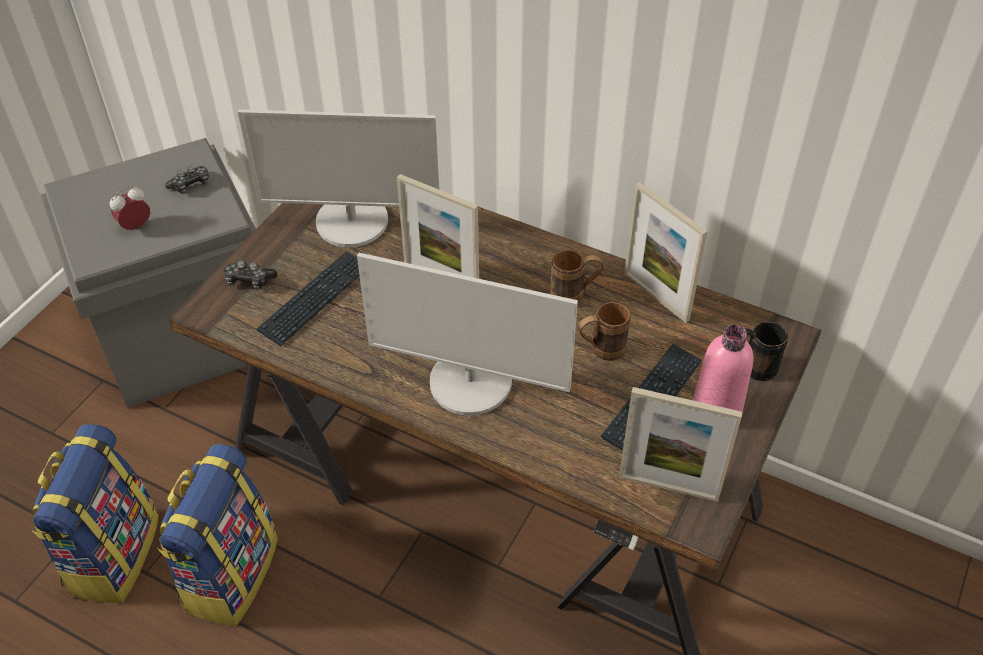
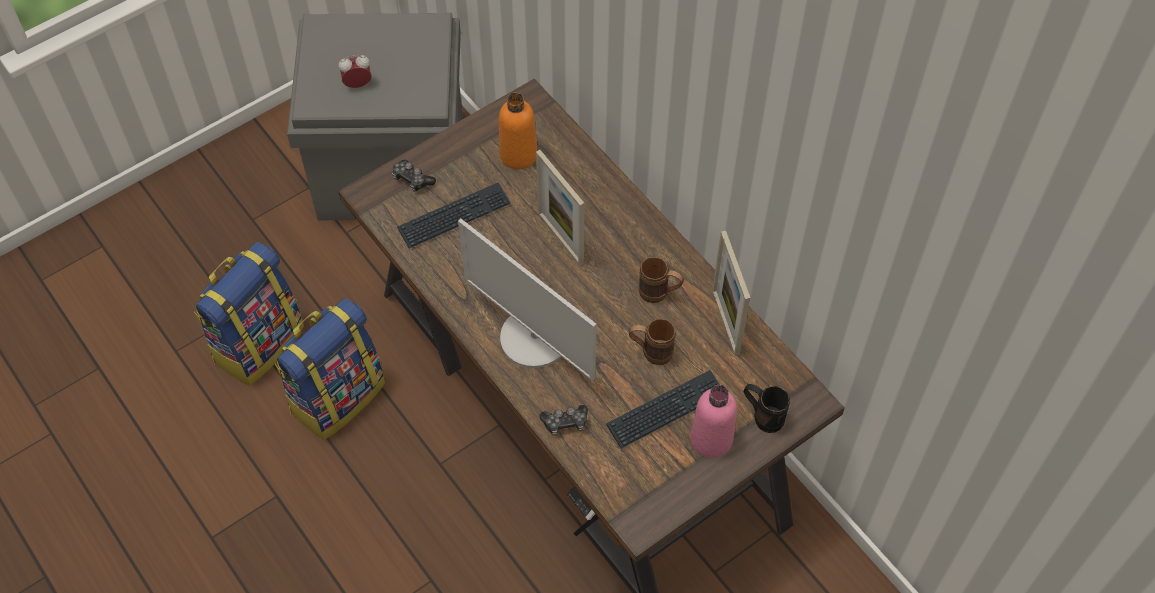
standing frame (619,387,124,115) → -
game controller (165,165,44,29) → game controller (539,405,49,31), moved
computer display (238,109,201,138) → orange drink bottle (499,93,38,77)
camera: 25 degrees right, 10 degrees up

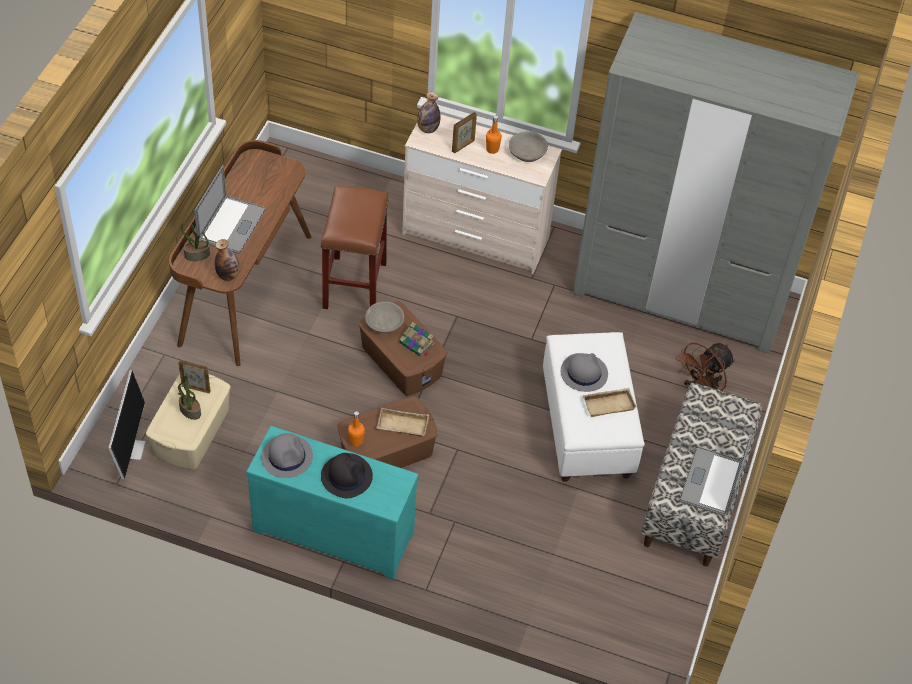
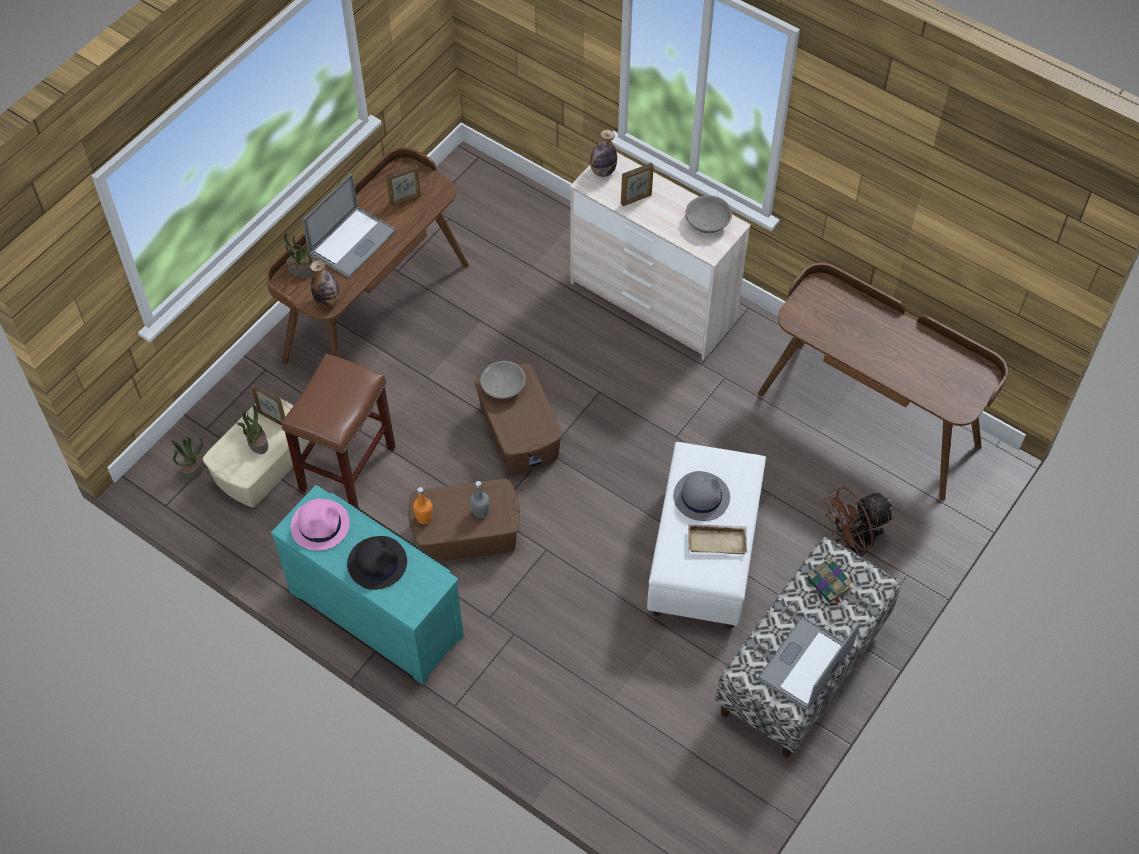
orange drink bottle (486,115,16,39) → -
- → standing frame (386,165,35,41)
brown-coloured stool (321,186,68,123) → brown-coloured stool (281,354,115,154), moved
bound book (399,322,36,34) → bound book (808,557,44,48), moved
computer display (108,370,38,109) → potted plant (171,437,34,44)
beige serving tray (377,408,52,29) → grey drink bottle (470,481,19,37)
grey clothes cupboard (572,12,288,341) → brown-coloured desk table (758,263,250,238)
grey hat (261,433,52,45) → pink hat (291,499,59,52)
camera: 20 degrees right, 5 degrees up

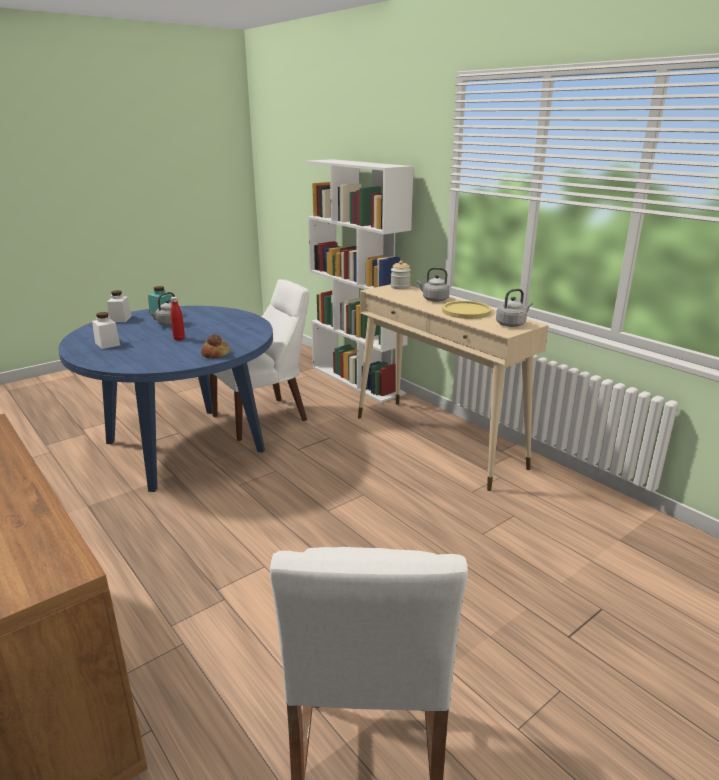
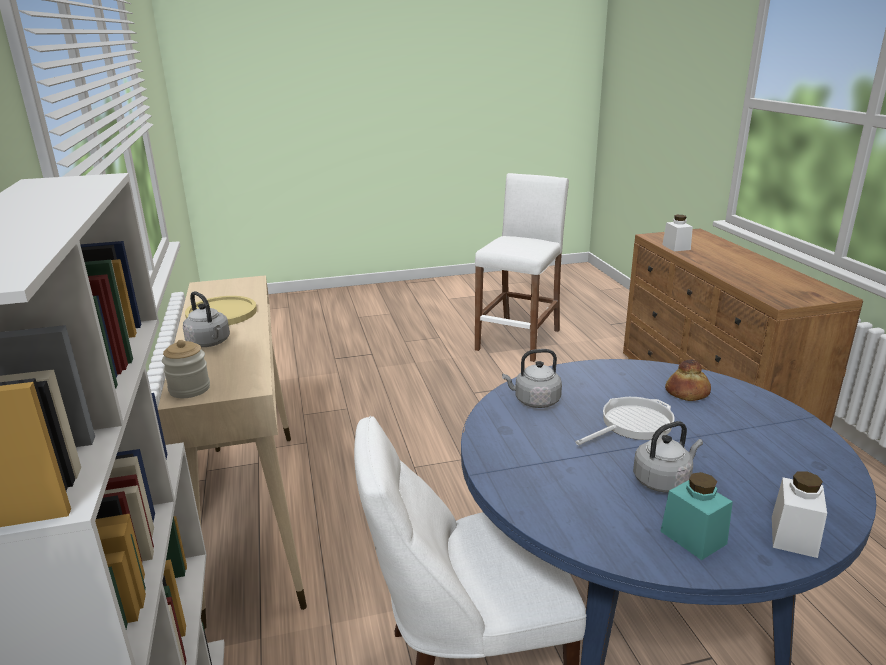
white storage jar (92,312,28,37) → white storage jar (662,215,31,36), moved
bakery bread (201,334,30,24) → bakery bread (665,359,46,42), moved
grey tea kettle (496,289,37,38) → grey tea kettle (502,349,60,59), moved
red-coloured drink bottle (170,297,15,44) → skillet (575,397,100,48)
camera: 155 degrees left, 0 degrees up

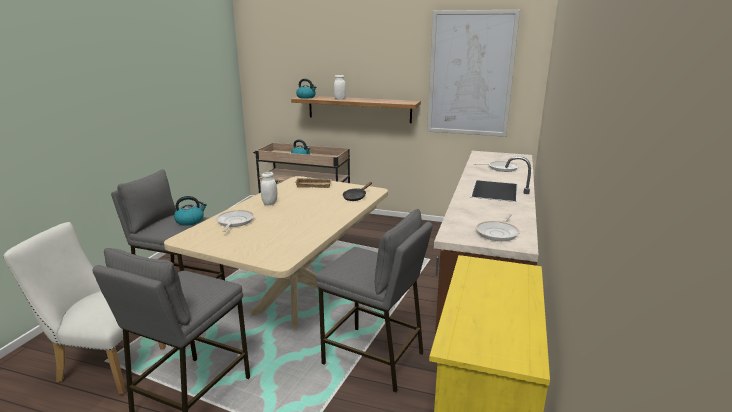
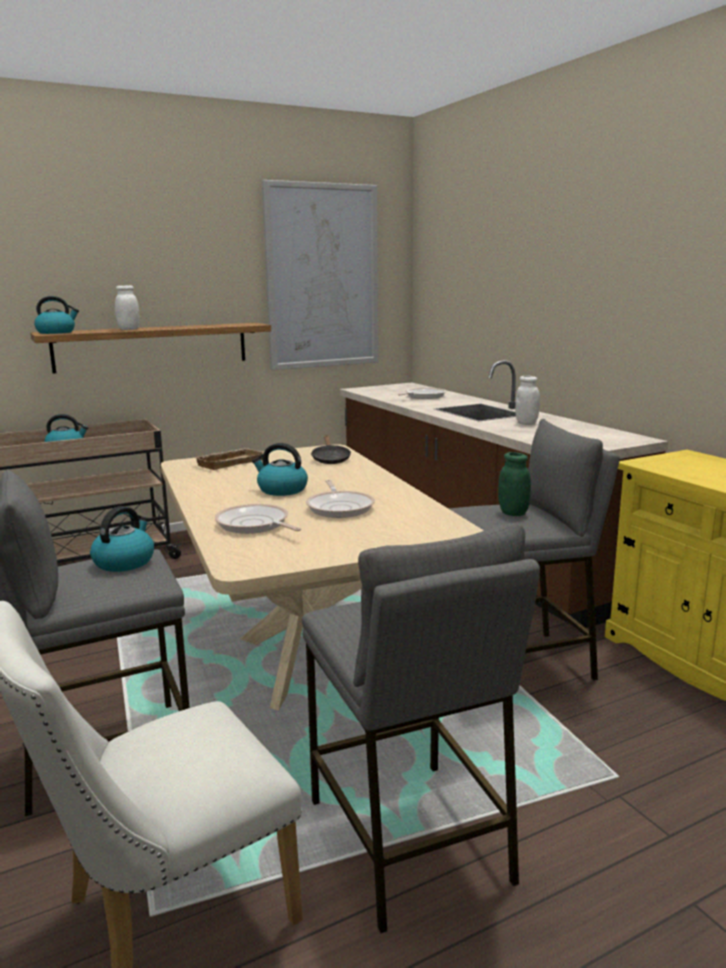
- → tea kettle (252,443,56,53)
- → green storage jar (498,452,33,64)
white storage jar (261,172,16,34) → white storage jar (515,376,25,49), moved
skillet (476,214,44,27) → skillet (306,480,69,38), moved
camera: 45 degrees left, 5 degrees down

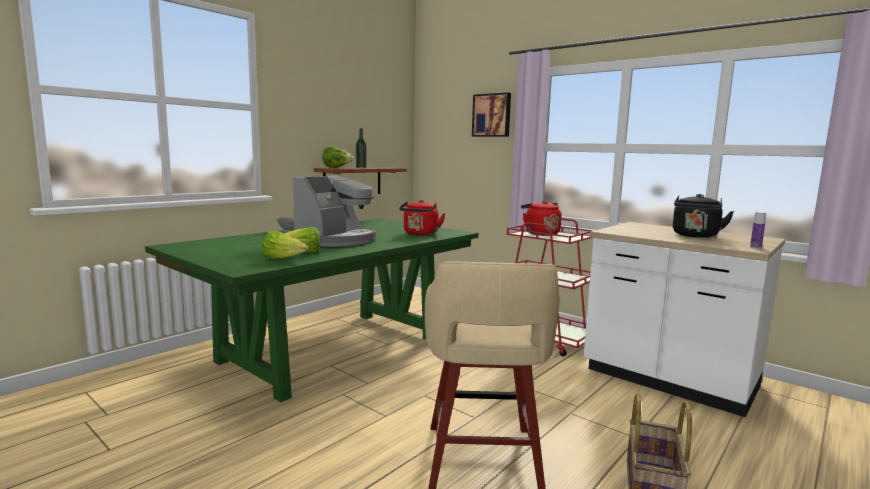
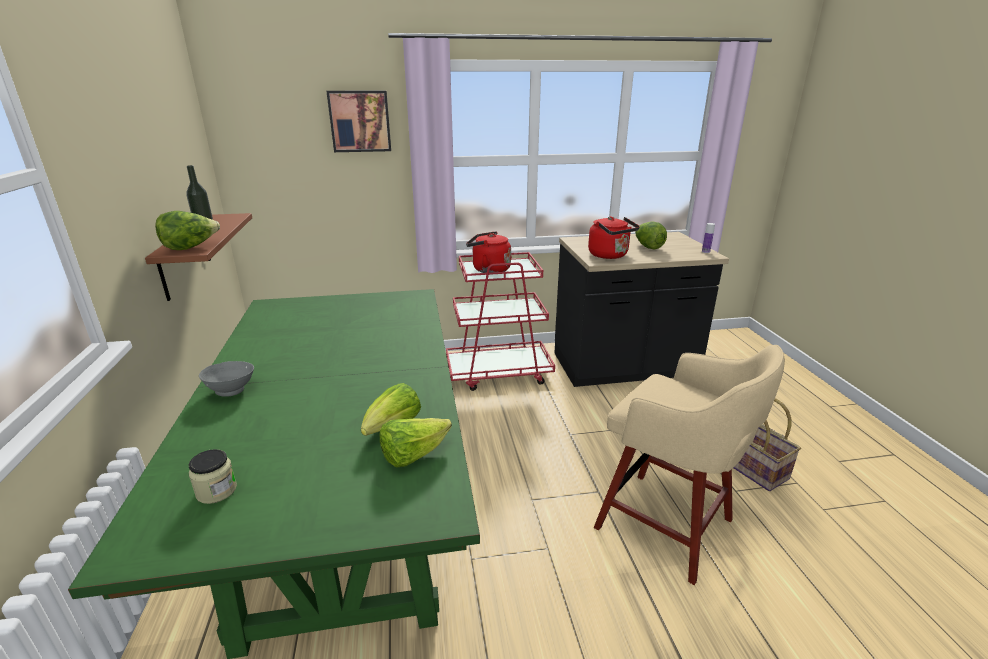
coffee machine (293,175,83,71) → -
- → storage jar (189,449,48,55)
red-coloured tea kettle (399,200,46,35) → red-coloured tea kettle (588,216,52,43), moved
black-coloured tea kettle (673,194,61,44) → head of lettuce (635,222,32,27)
white kitchen base unit (584,222,201,195) → black-coloured kitchen base unit (555,232,174,155)
camera: 50 degrees left, 15 degrees up

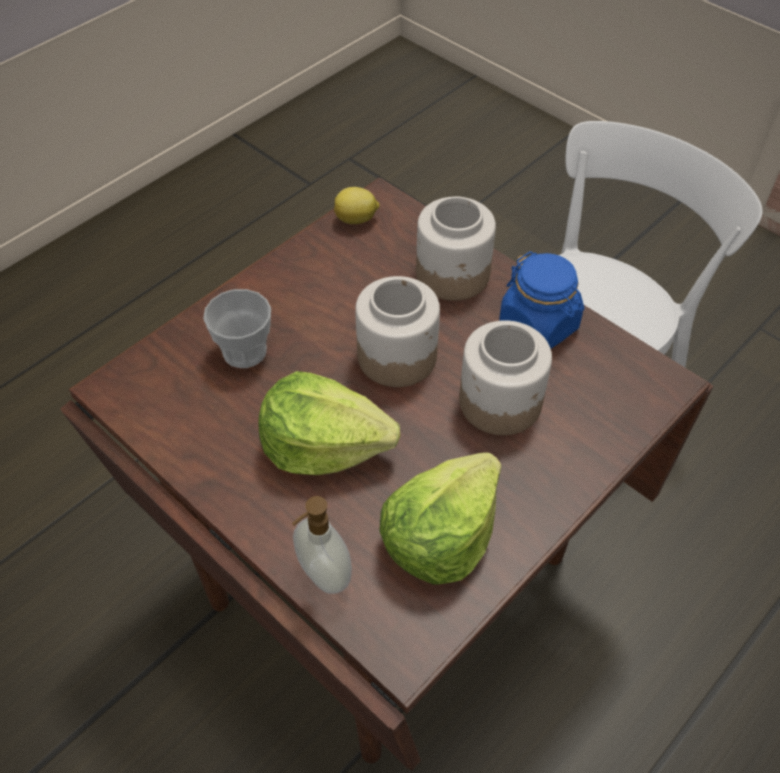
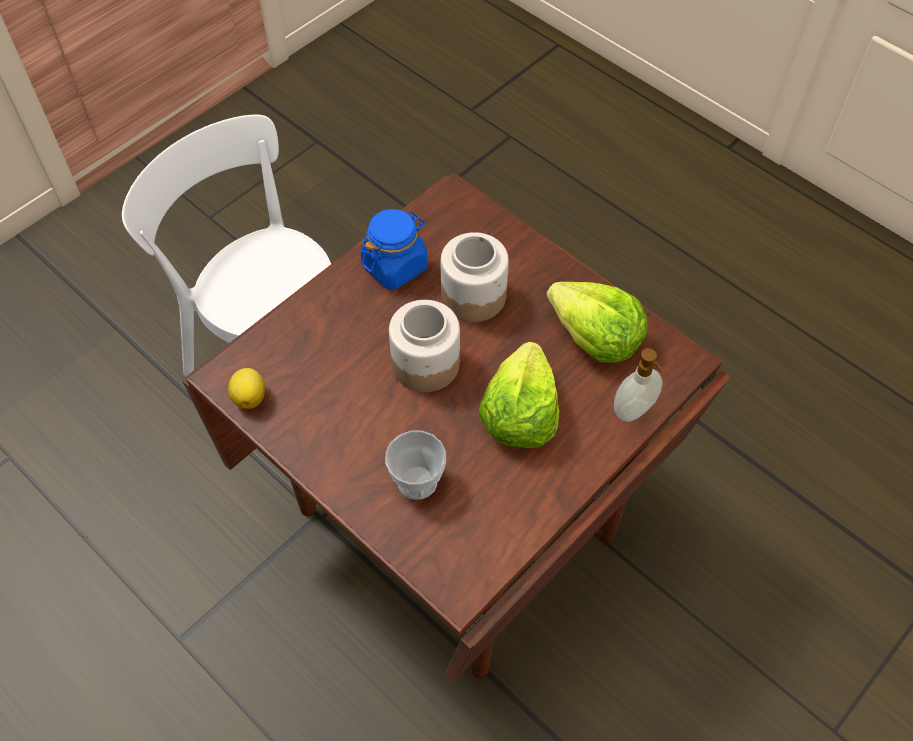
storage jar (416,196,80,105) → -
camera: 90 degrees left, 5 degrees up

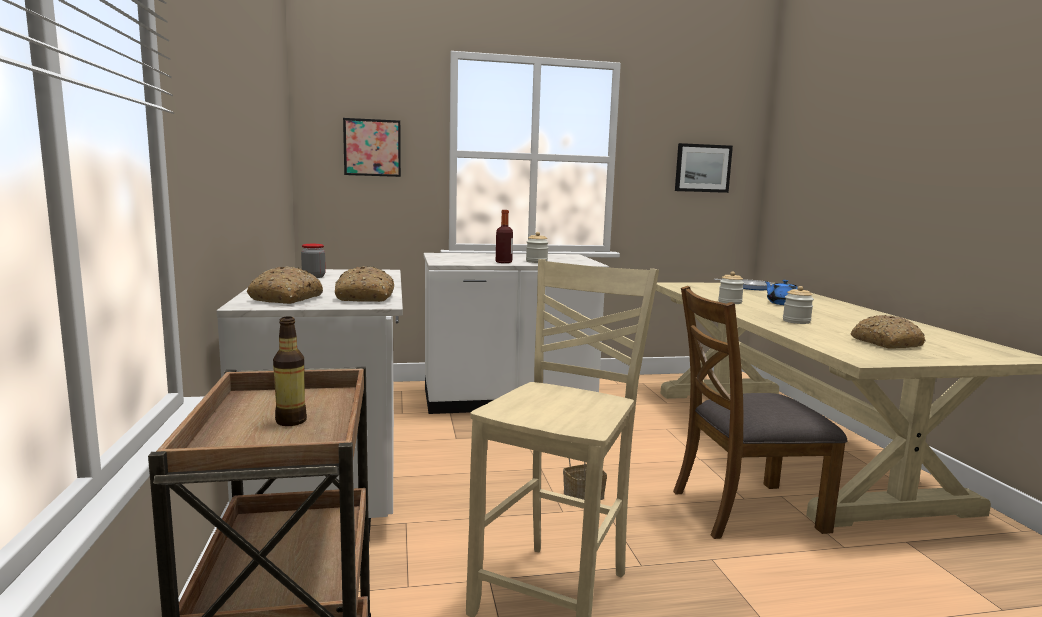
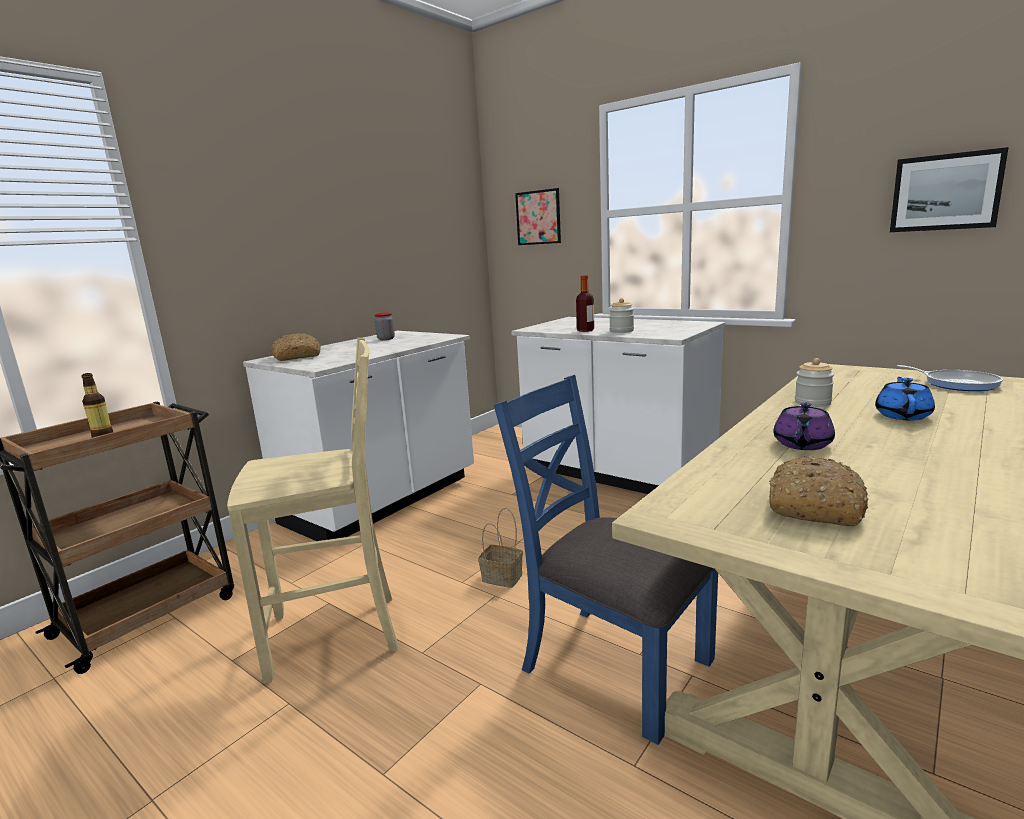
bakery bread (335,266,59,36) → -
storage jar (783,286,31,38) → purple-coloured pot for tea (773,402,62,48)
brown-coloured upright chair (673,286,174,253) → blue upright chair (494,375,224,370)
camera: 50 degrees right, 5 degrees up

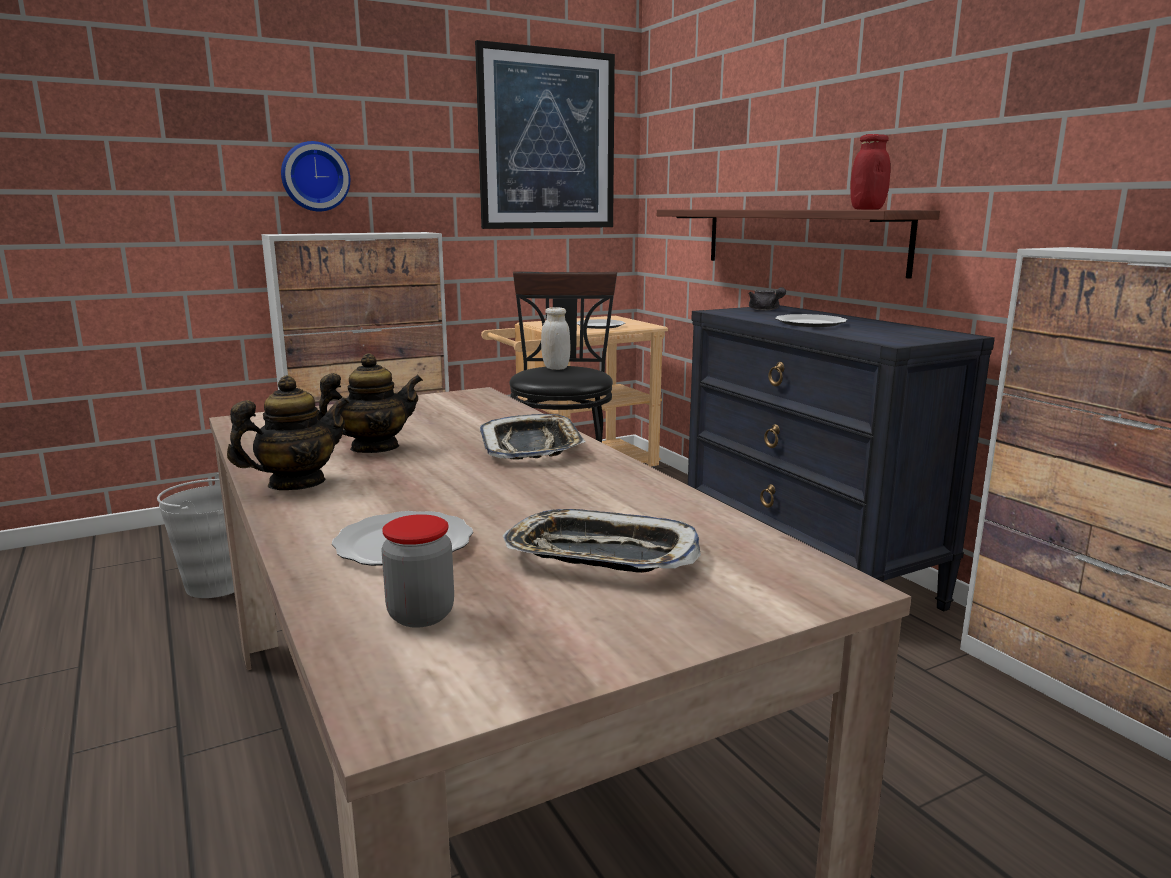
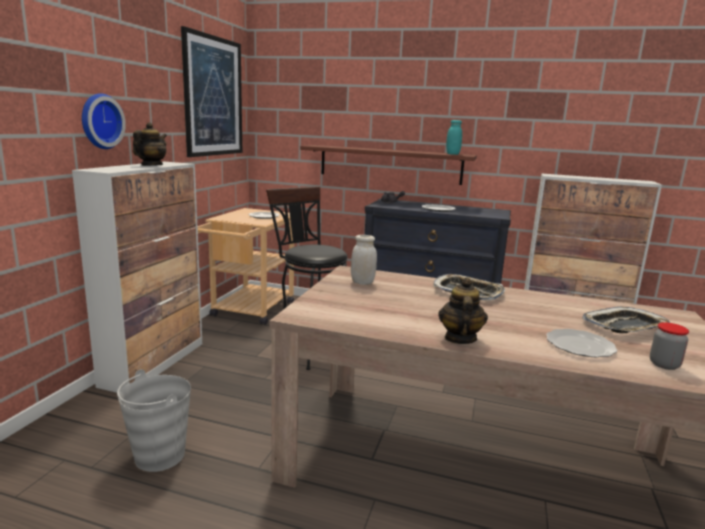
pot for tea (317,353,106,100) → pot for tea (133,123,34,43), moved
white storage jar (541,307,29,63) → white storage jar (351,235,26,50), moved
red-coloured storage jar (850,134,40,76) → turquoise-coloured storage jar (446,120,16,35)
camera: 45 degrees left, 0 degrees up

